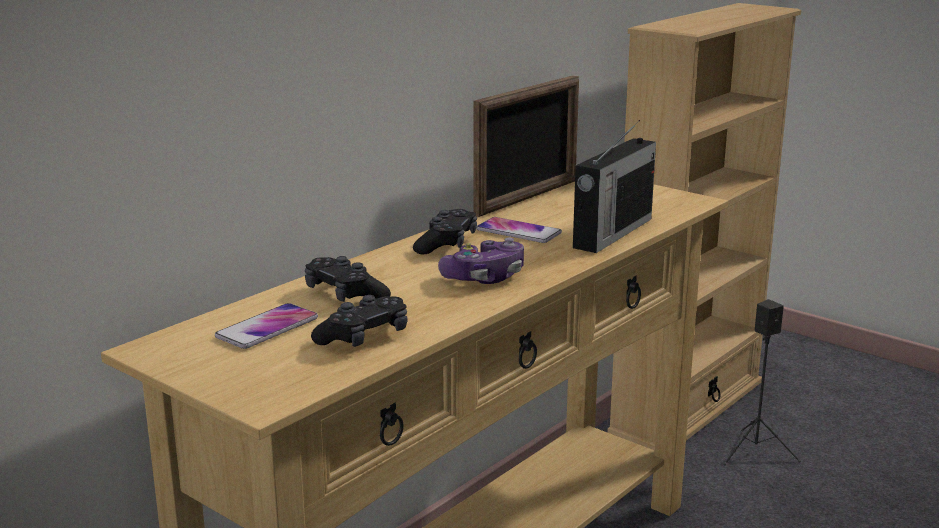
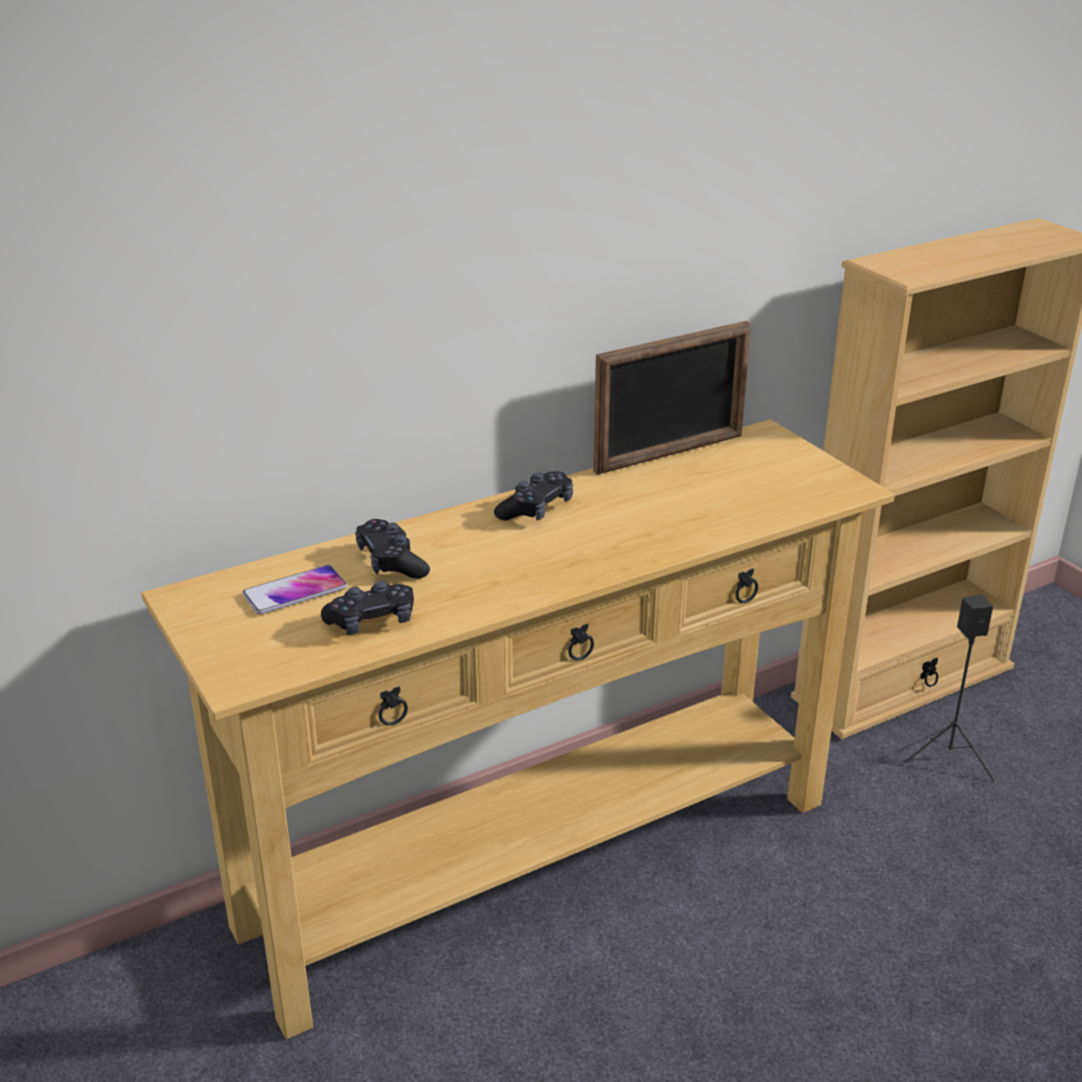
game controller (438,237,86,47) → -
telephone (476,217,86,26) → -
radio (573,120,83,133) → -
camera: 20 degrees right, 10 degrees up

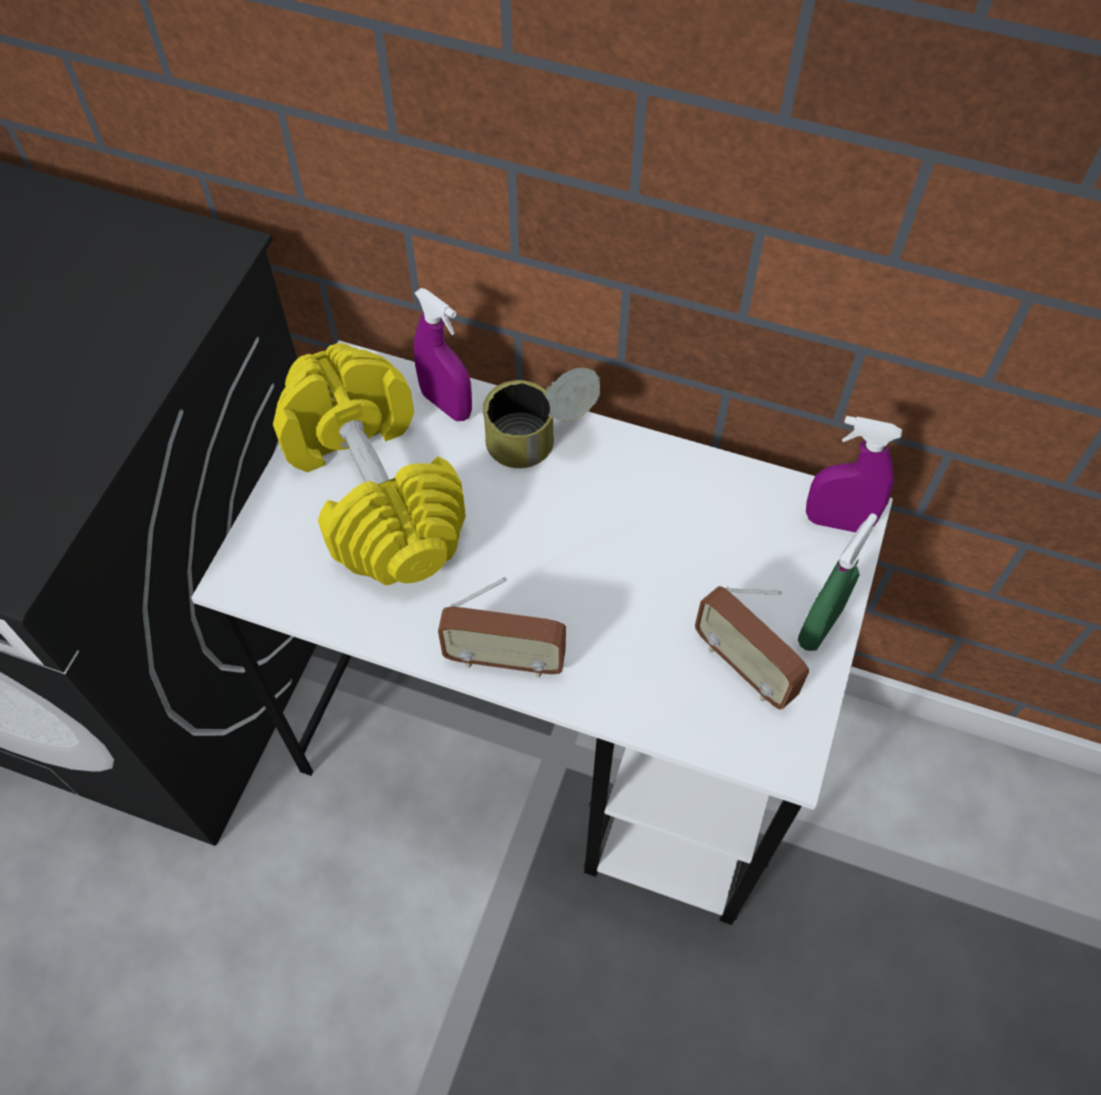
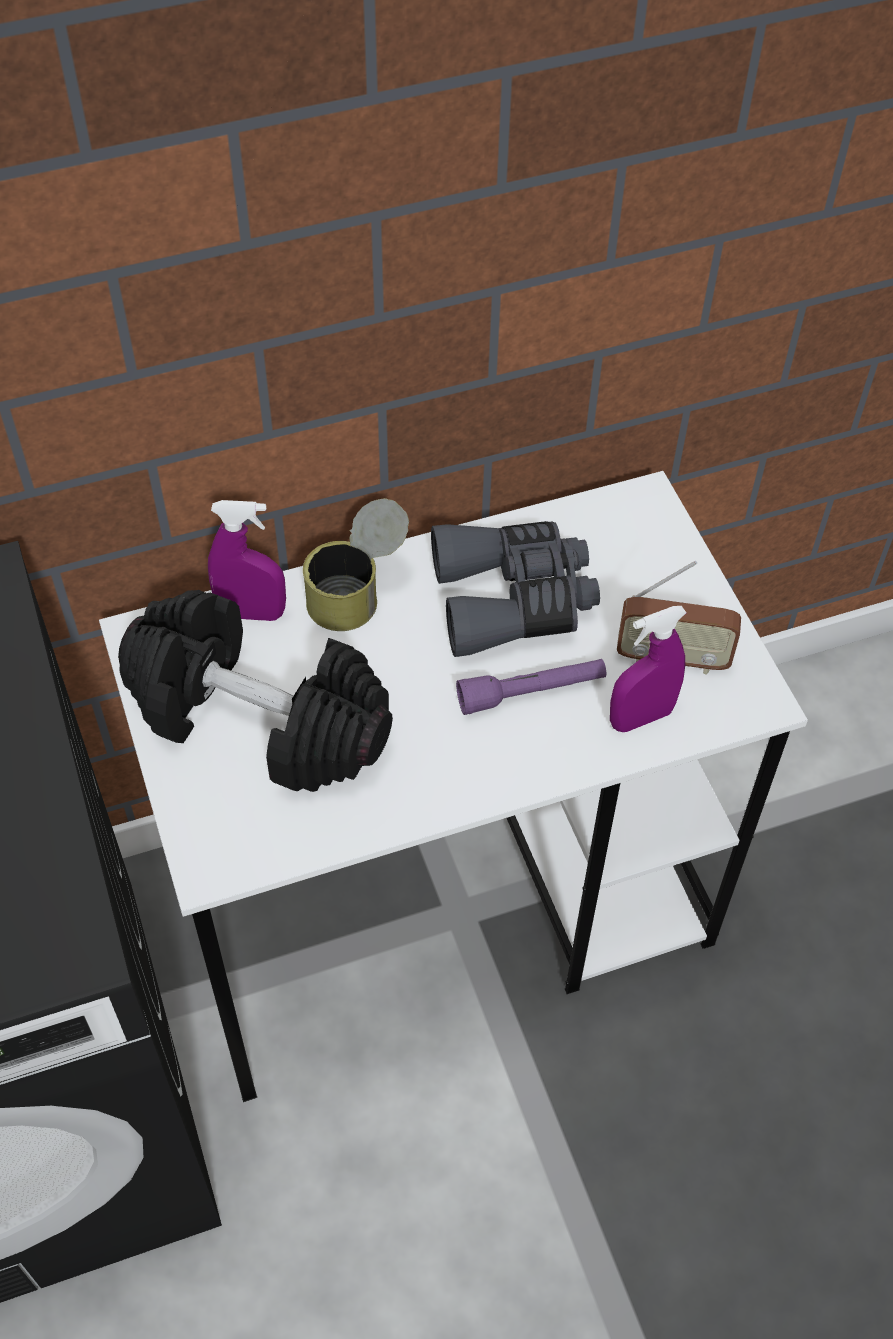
radio (438,577,128,101) → -
green spray bottle (798,513,80,138) → -
- → grey binoculars (431,521,169,136)
- → purple-coloured torch (456,659,150,56)
purple-coloured spray bottle (806,416,96,117) → purple-coloured spray bottle (610,606,76,126), moved
yellow-coloured hand weight (273,343,193,242) → black-coloured hand weight (118,590,275,202)
camera: 40 degrees left, 5 degrees down

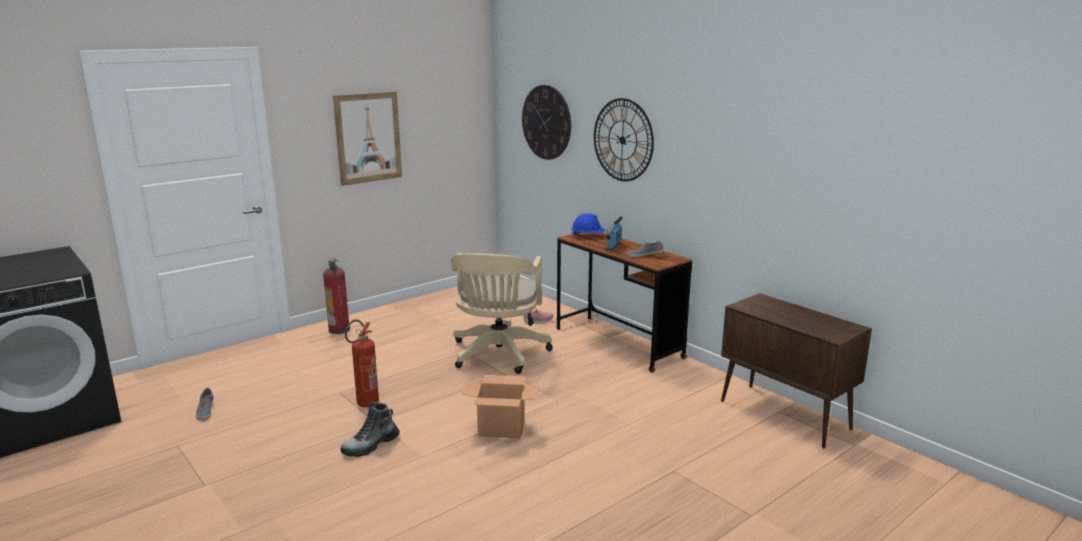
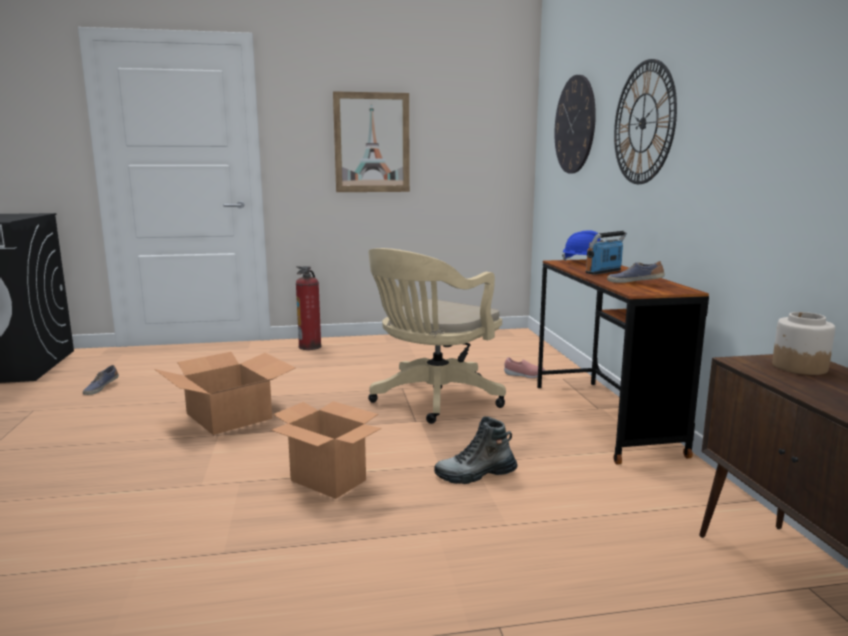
- → storage jar (772,312,63,63)
tall boot (341,402,59,55) → tall boot (434,416,84,68), moved
fire extinguisher (345,319,34,88) → carton (154,352,141,83)
camera: 30 degrees right, 5 degrees down

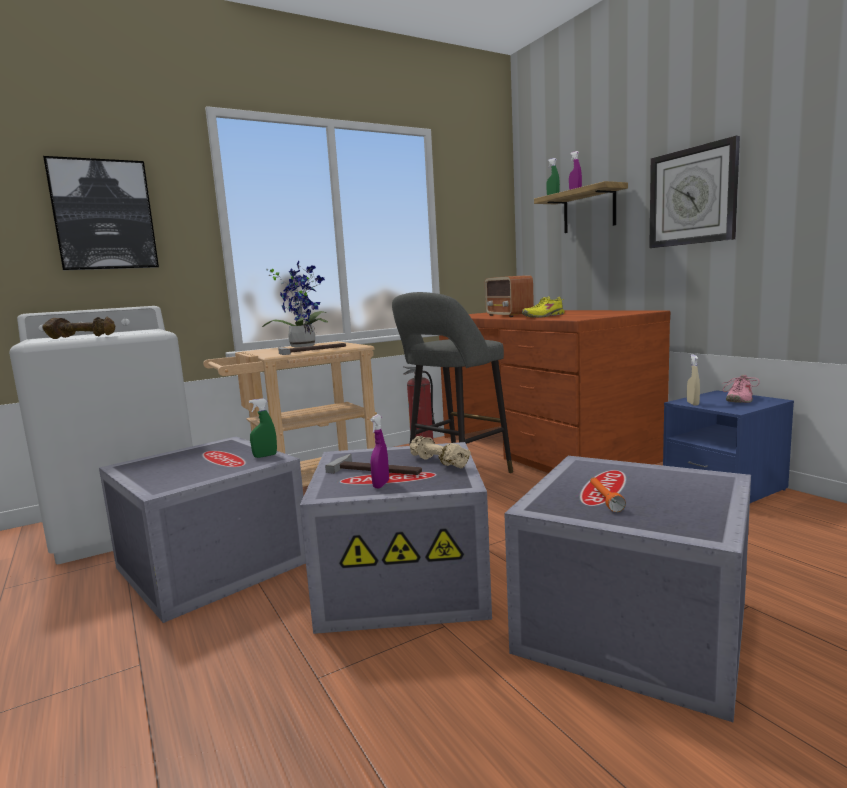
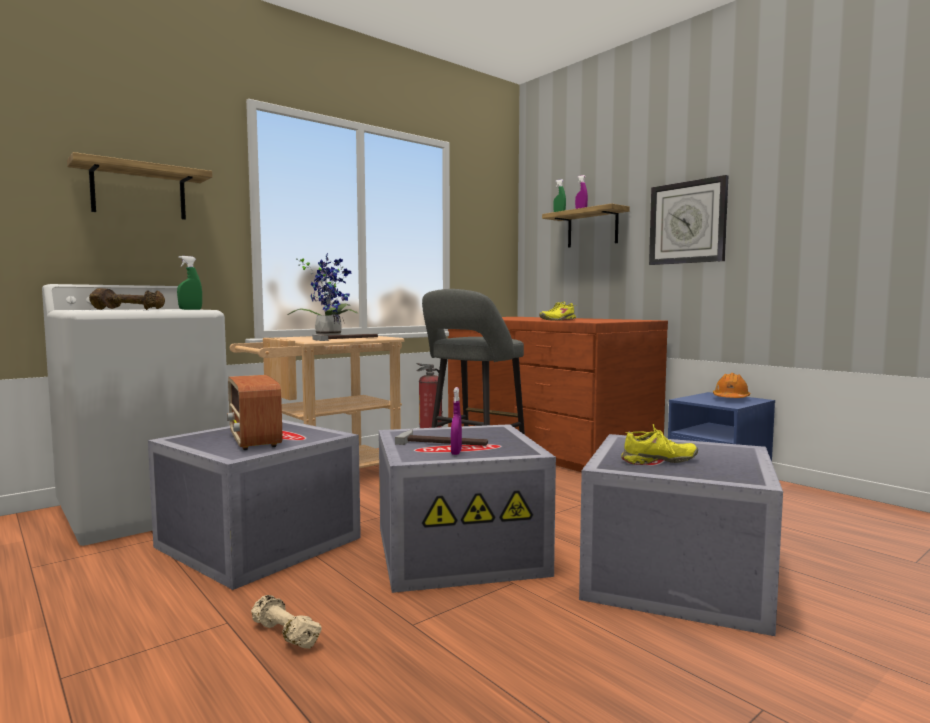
beige spray bottle (687,354,13,52) → -
green spray bottle (249,398,28,60) → green spray bottle (177,256,25,54), moved
beige hand weight (410,436,61,32) → beige hand weight (251,595,71,54), moved
radio (485,275,49,42) → radio (227,375,55,75), moved
wall picture (43,156,116,114) → wall shelf (67,152,145,68)
orange torch (590,477,36,35) → yellow-coloured shoe (621,424,77,41)
pink shoe (722,375,38,28) → orange hard hat (713,373,37,25)
camera: 10 degrees left, 5 degrees down

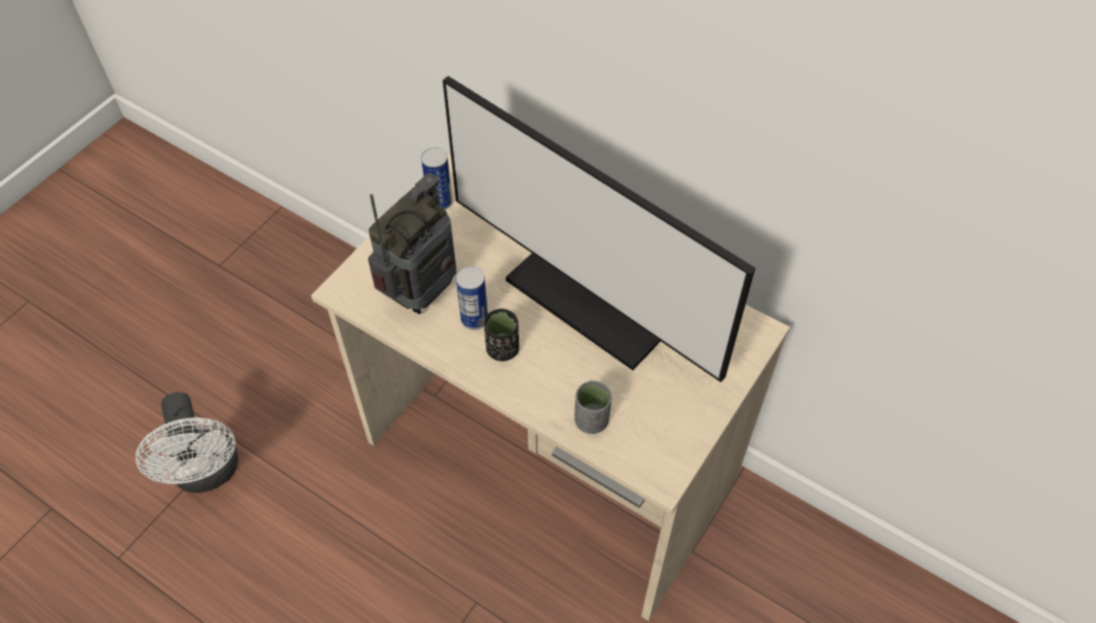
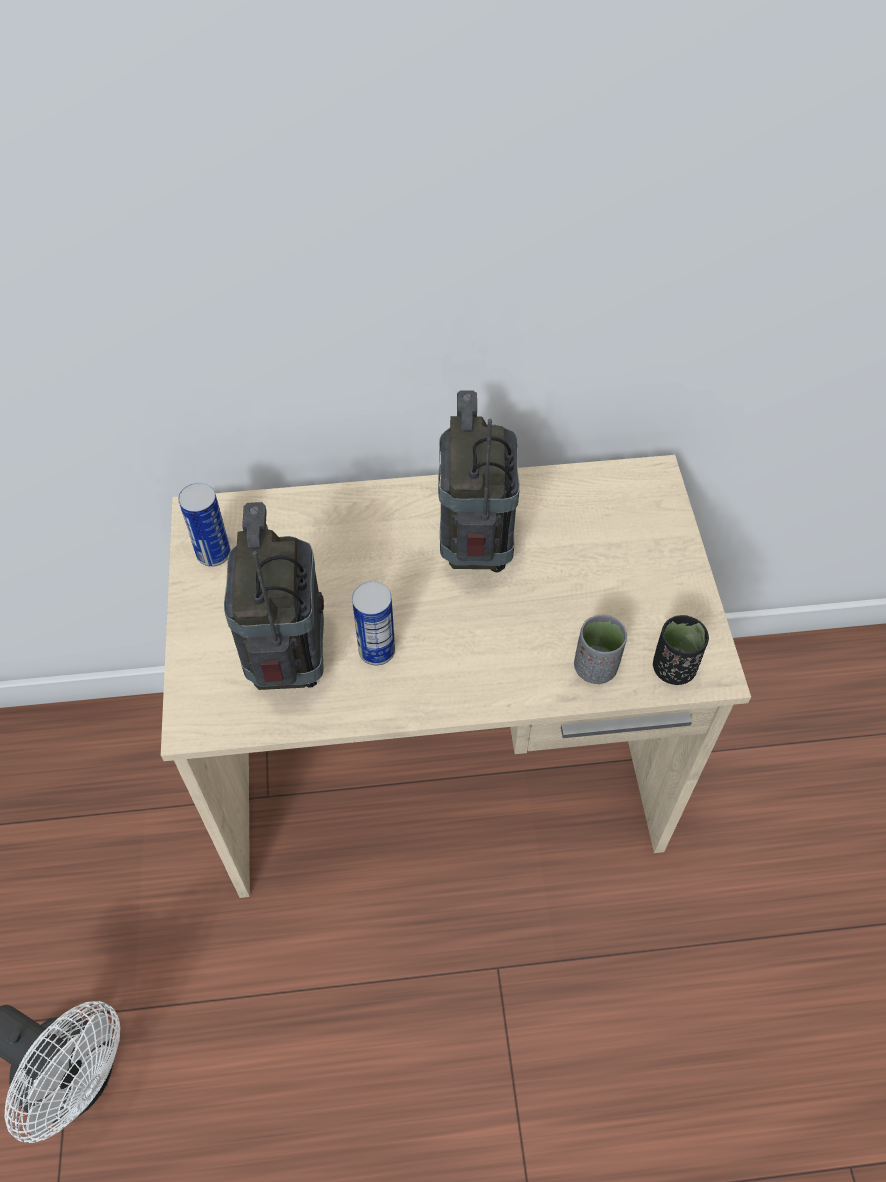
black-coloured small cup (484,309,35,52) → black-coloured small cup (653,615,56,70), moved
computer display (443,76,312,306) → radio (438,390,82,182)
camera: 40 degrees left, 0 degrees up

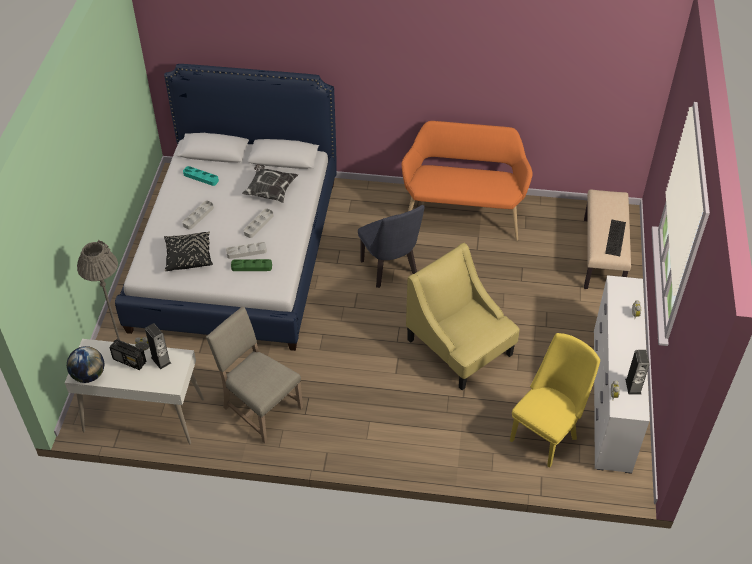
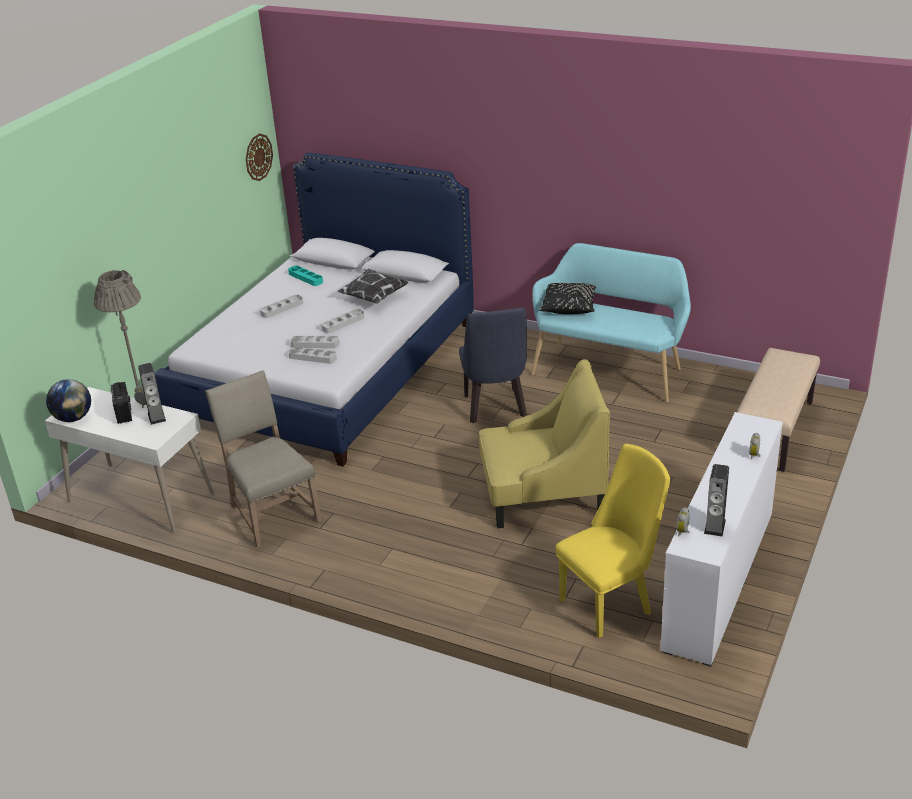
PC keyboard (605,219,21,37) → -
- → wall clock (246,133,27,48)
black-coloured cushion (164,231,49,40) → black-coloured cushion (539,283,58,31), moved
green serving tray (231,259,41,12) → grey serving tray (289,347,48,17)
orange indoor bench (402,121,131,120) → turquoise-coloured indoor bench (531,243,160,160)
radio (109,339,37,31) → radio (111,382,21,42), 150 degrees counterclockwise
yellow-coloured lounge chair (406,243,113,147) → yellow-coloured lounge chair (479,359,131,169), 105 degrees clockwise
camera: 20 degrees right, 15 degrees down

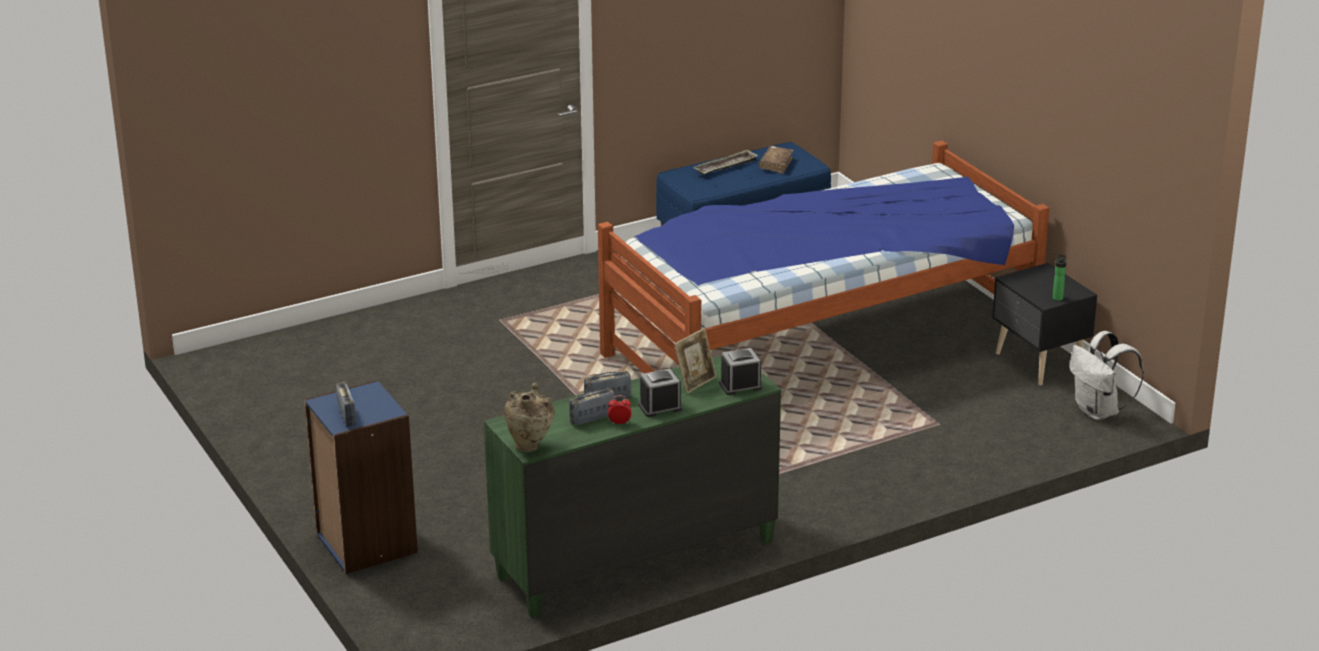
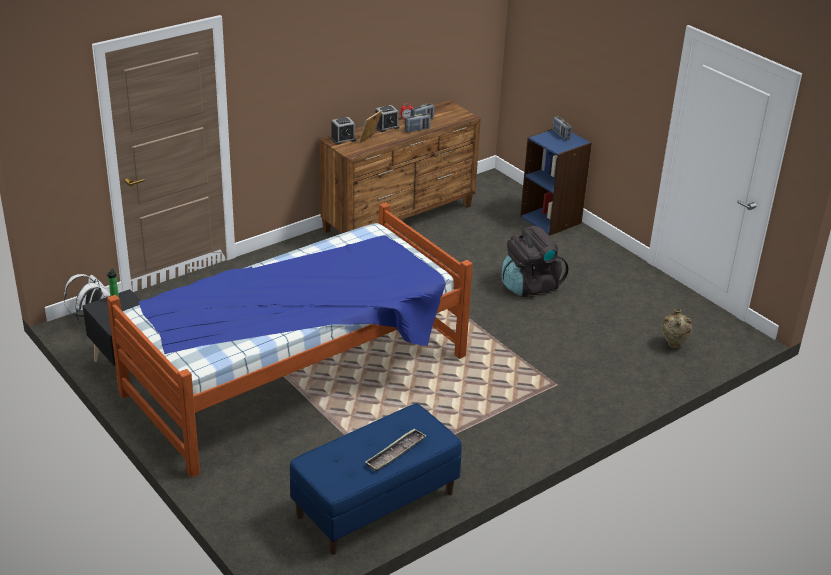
brown-coloured bound book (759,146,35,28) → -
- → black-coloured rucksack (501,226,68,71)
beige decorative vase (504,382,51,70) → beige decorative vase (661,309,31,39), moved
green chest of drawers (484,355,297,263) → brown-coloured chest of drawers (320,101,161,132)
camera: 170 degrees right, 5 degrees up

